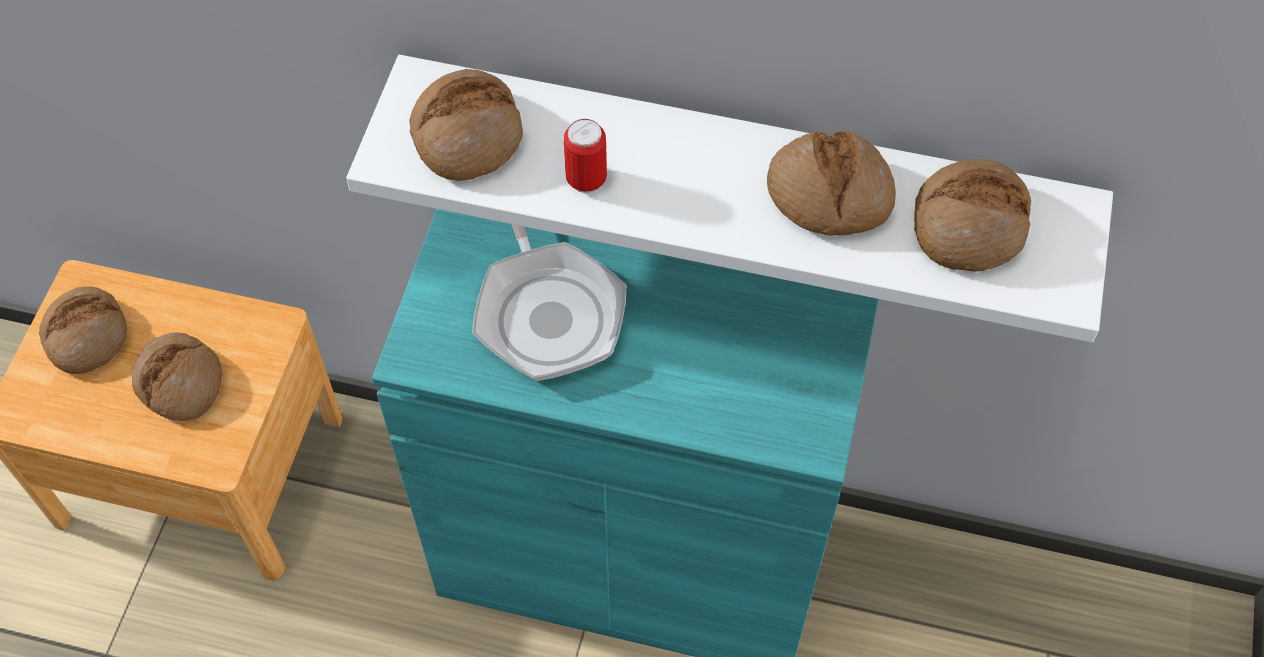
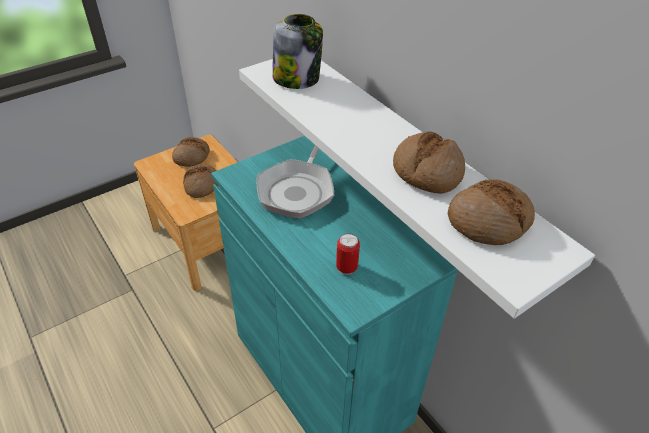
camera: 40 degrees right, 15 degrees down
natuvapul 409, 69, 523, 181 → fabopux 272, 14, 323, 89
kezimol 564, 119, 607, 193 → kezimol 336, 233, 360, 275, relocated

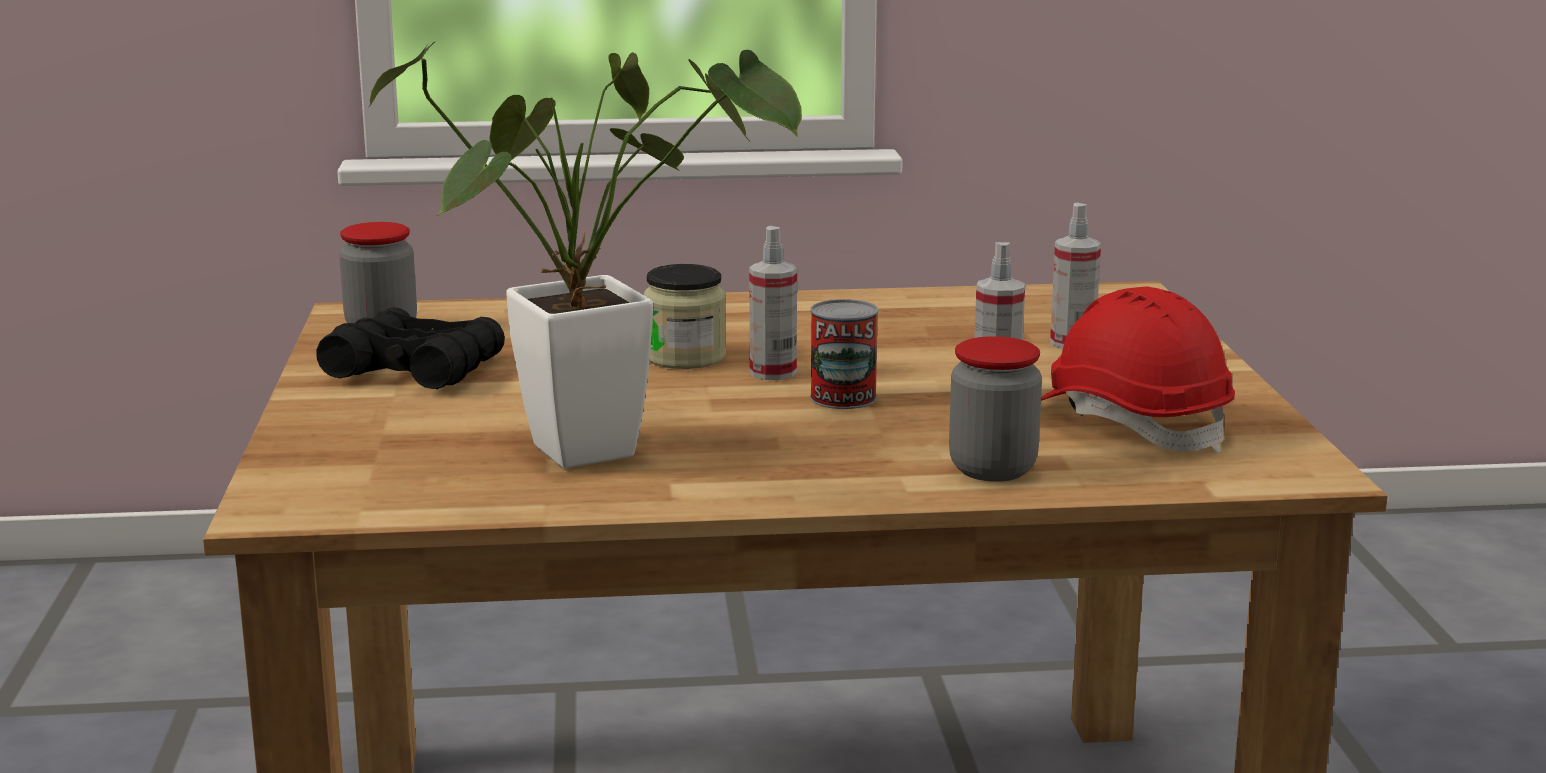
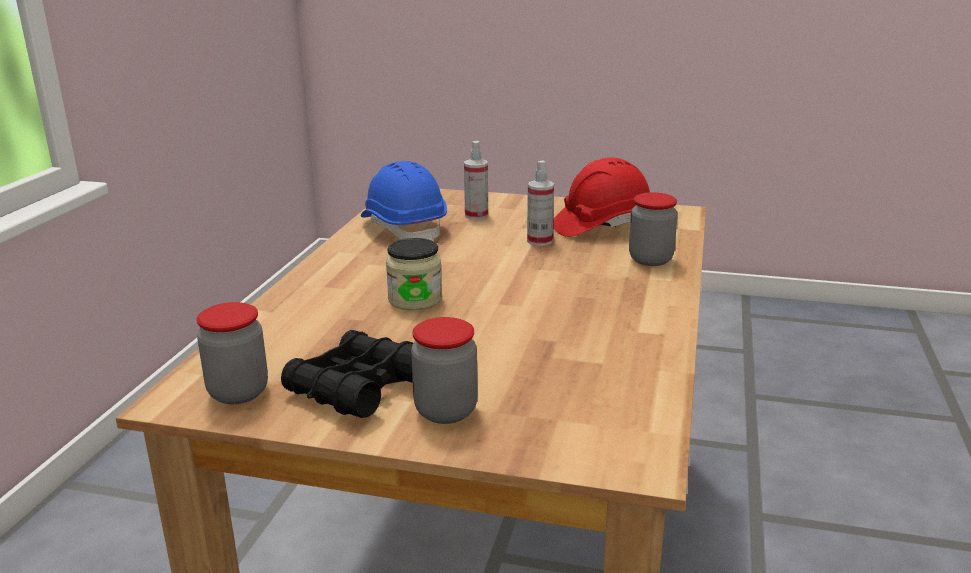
camera: 70 degrees left, 5 degrees up
- → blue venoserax 361, 161, 447, 241
- → fabopux 411, 317, 478, 424
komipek 368, 41, 802, 469 → -
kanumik 749, 226, 797, 380 → -
kezimol 810, 299, 879, 409 → -

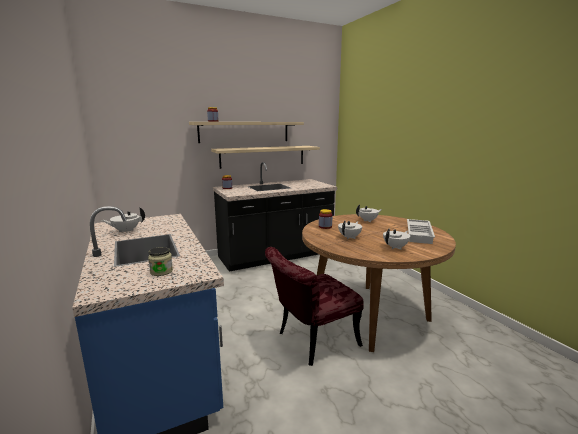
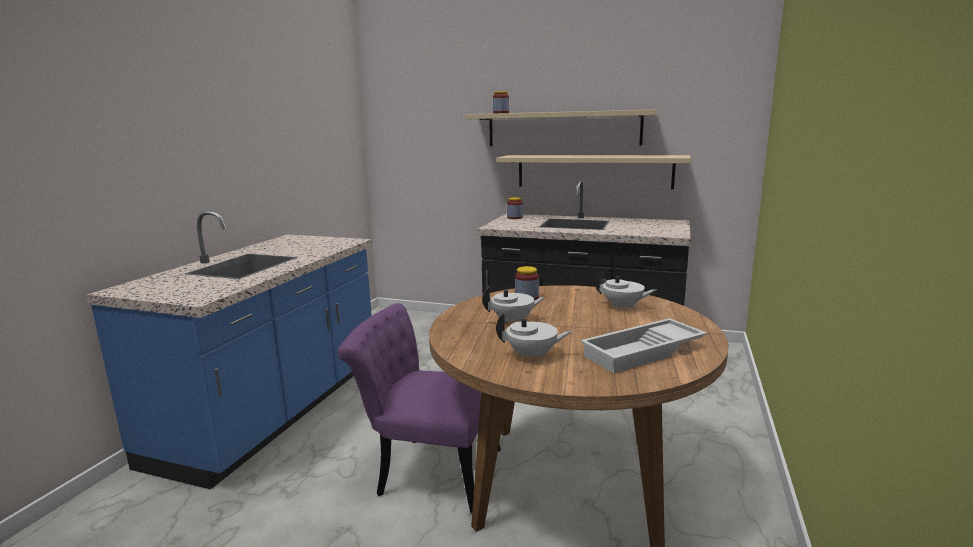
camera: 45 degrees right, 0 degrees up
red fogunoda 265, 247, 364, 366 → purple fogunoda 338, 303, 501, 513
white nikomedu 101, 207, 145, 232 → -
fabopux 148, 247, 173, 276 → -

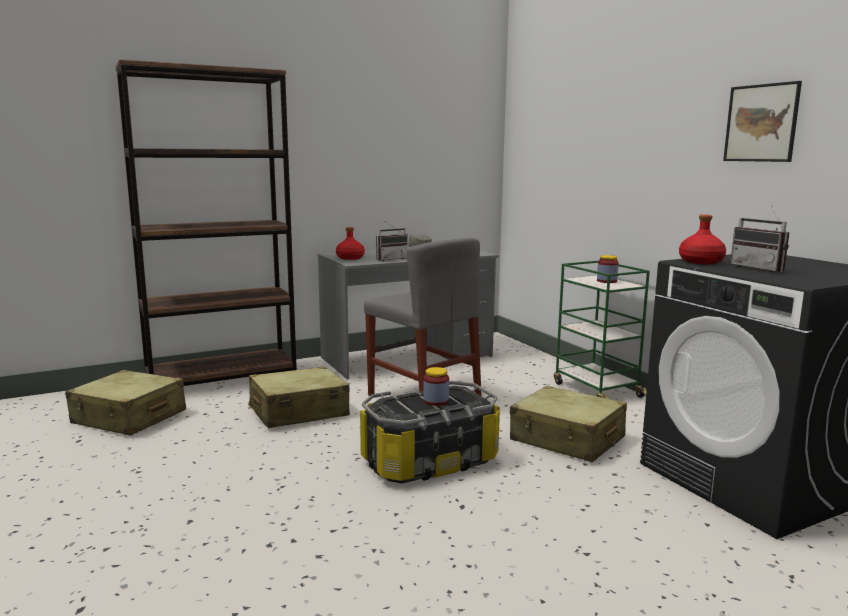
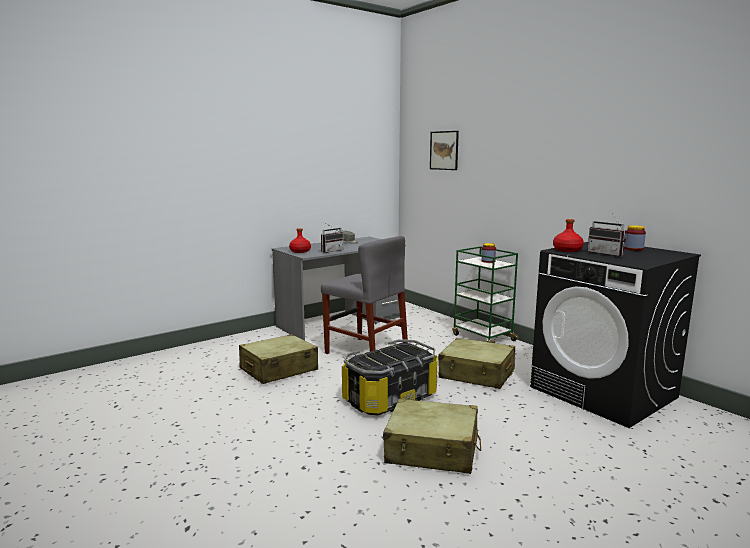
camera: 10 degrees left, 0 degrees up
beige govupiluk 65, 370, 186, 436 → beige govupiluk 383, 399, 481, 474, relocated
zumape 723, 81, 802, 162 → zumape 430, 131, 459, 170, relocated
fabopux 423, 367, 449, 406 → fabopux 624, 225, 646, 251, relocated
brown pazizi 116, 59, 297, 386 → -

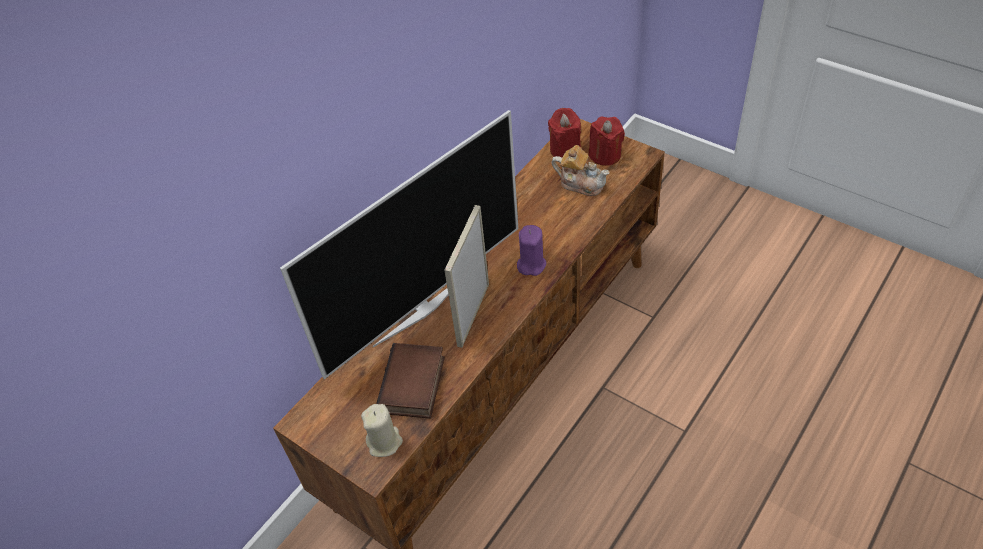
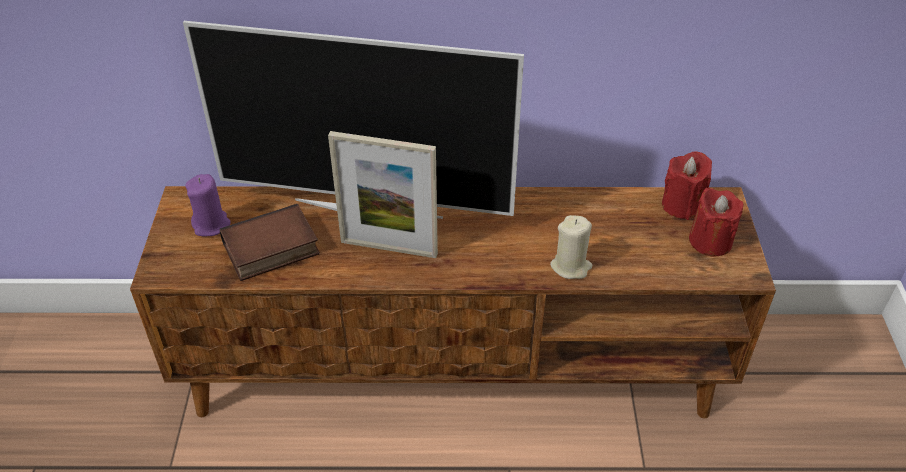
camera: 50 degrees right, 5 degrees down
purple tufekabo 517, 225, 547, 276 → purple tufekabo 185, 174, 231, 236, relocated
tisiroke 444, 205, 489, 348 → tisiroke 328, 131, 438, 258, 150 degrees counterclockwise
beige tufekabo 361, 404, 403, 457 → beige tufekabo 550, 215, 592, 279, relocated
nikomedu 551, 145, 609, 196 → -

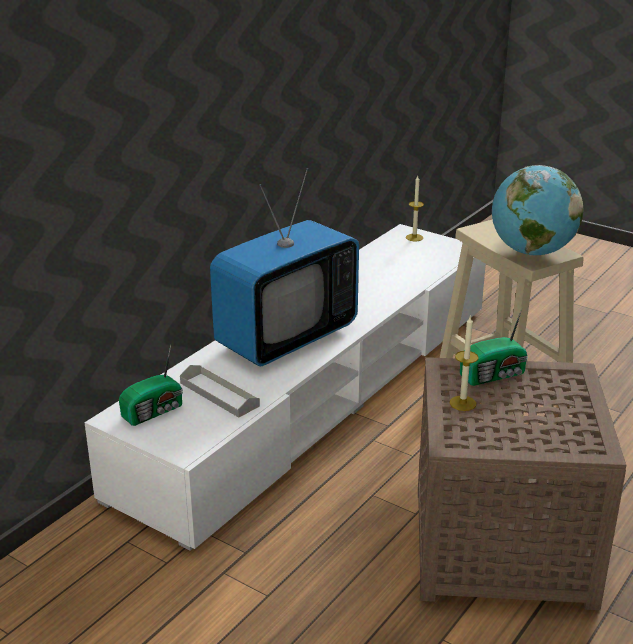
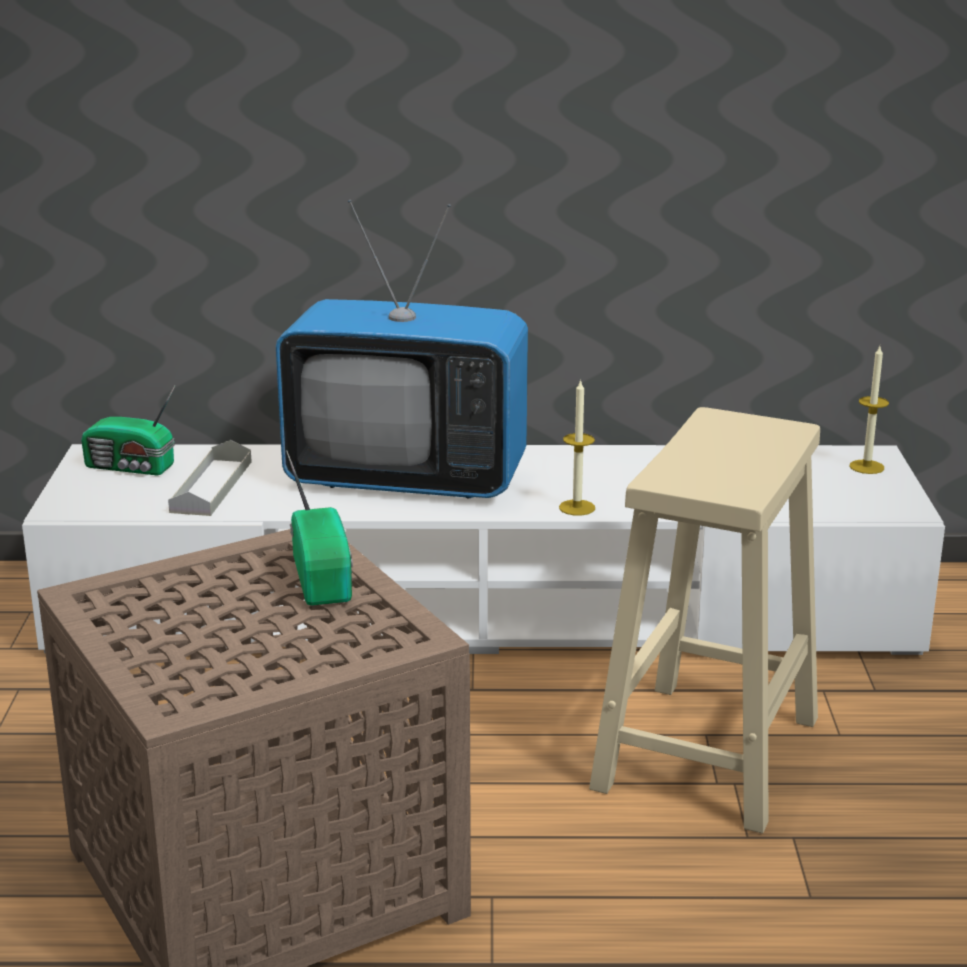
camera: 55 degrees right, 5 degrees down
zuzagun 460, 307, 528, 386 → zuzagun 286, 450, 353, 606, 135 degrees counterclockwise
tufekabo 450, 316, 479, 411 → tufekabo 559, 379, 595, 516, relocated
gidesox 492, 165, 583, 255 → -

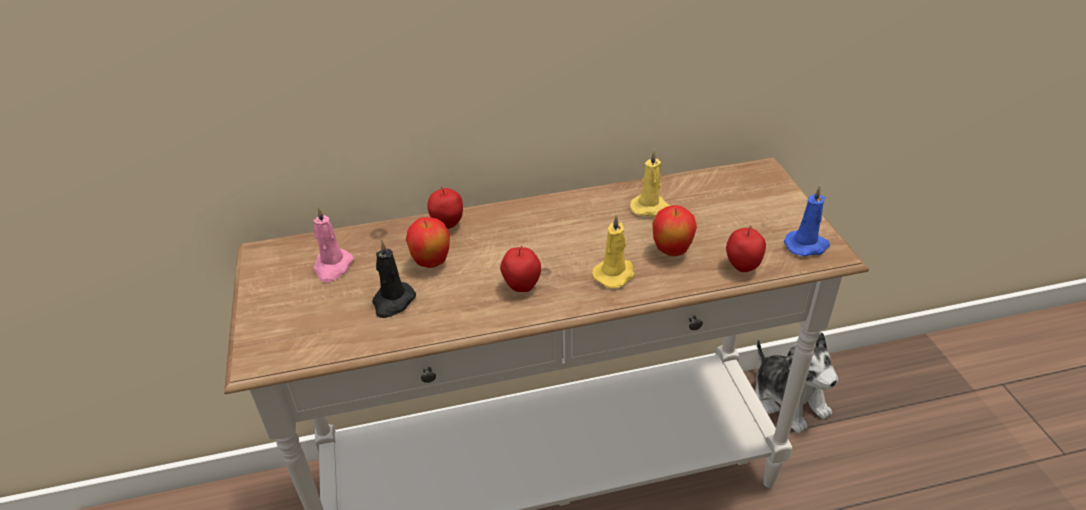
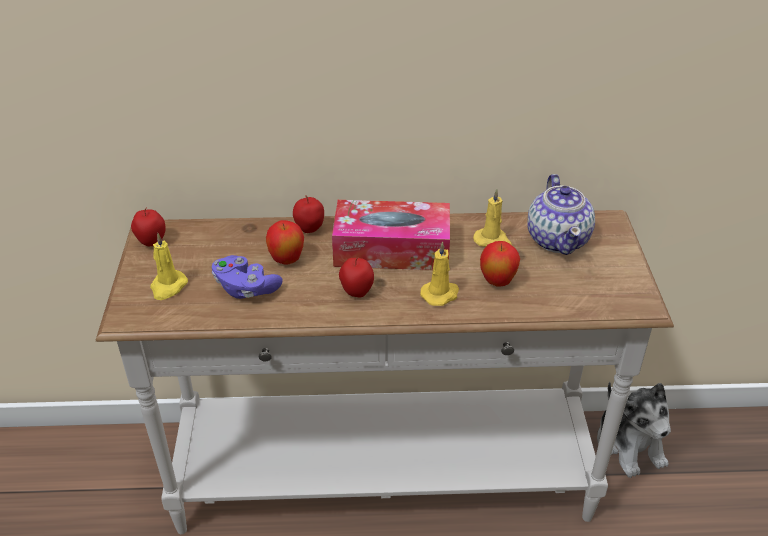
camera: 10 degrees right, 0 degrees up
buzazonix 726, 226, 766, 272 → buzazonix 131, 208, 166, 246, relocated
- → yellow tufekabo 150, 233, 188, 300
black tufekabo 372, 240, 416, 318 → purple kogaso 212, 255, 283, 299
- → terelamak 332, 200, 450, 270
- → nikomedu 527, 174, 595, 255
pink tufekabo 313, 207, 354, 282 → -
blue tufekabo 784, 185, 830, 257 → -

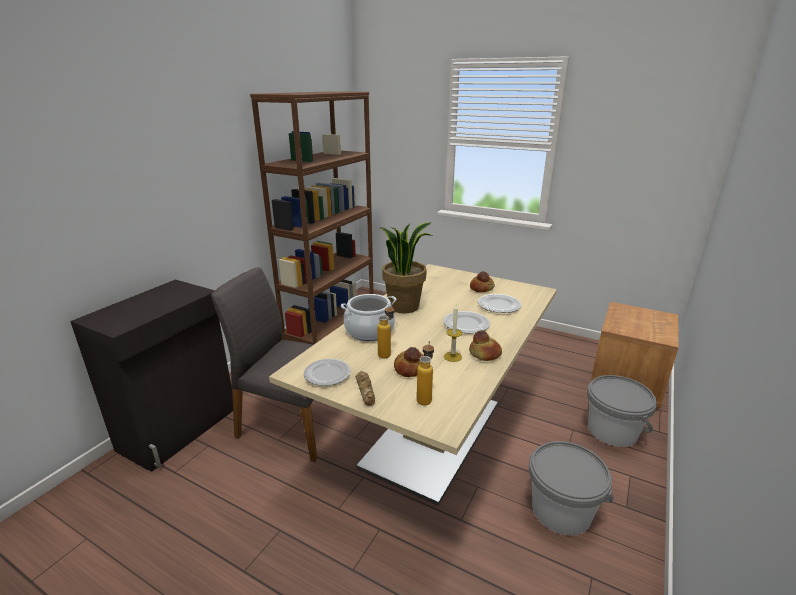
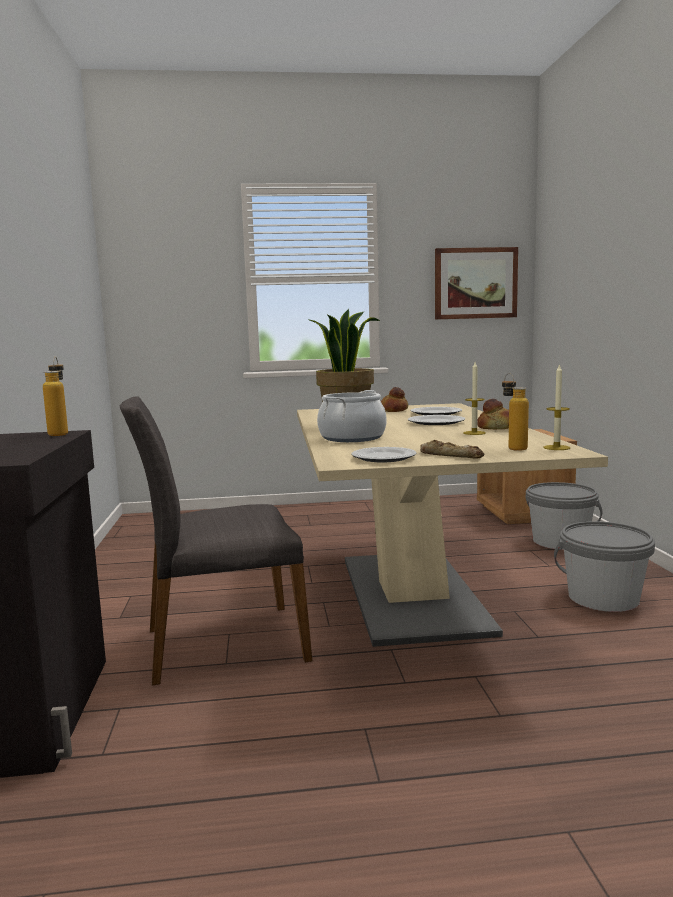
camera: 35 degrees left, 15 degrees down
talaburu 377, 303, 394, 358 → talaburu 43, 357, 68, 436, relocated
- → zumape 435, 247, 518, 320
- → tufekabo 544, 364, 570, 450
brown pazizi 250, 91, 374, 344 → -
natuvapul 394, 347, 424, 377 → -

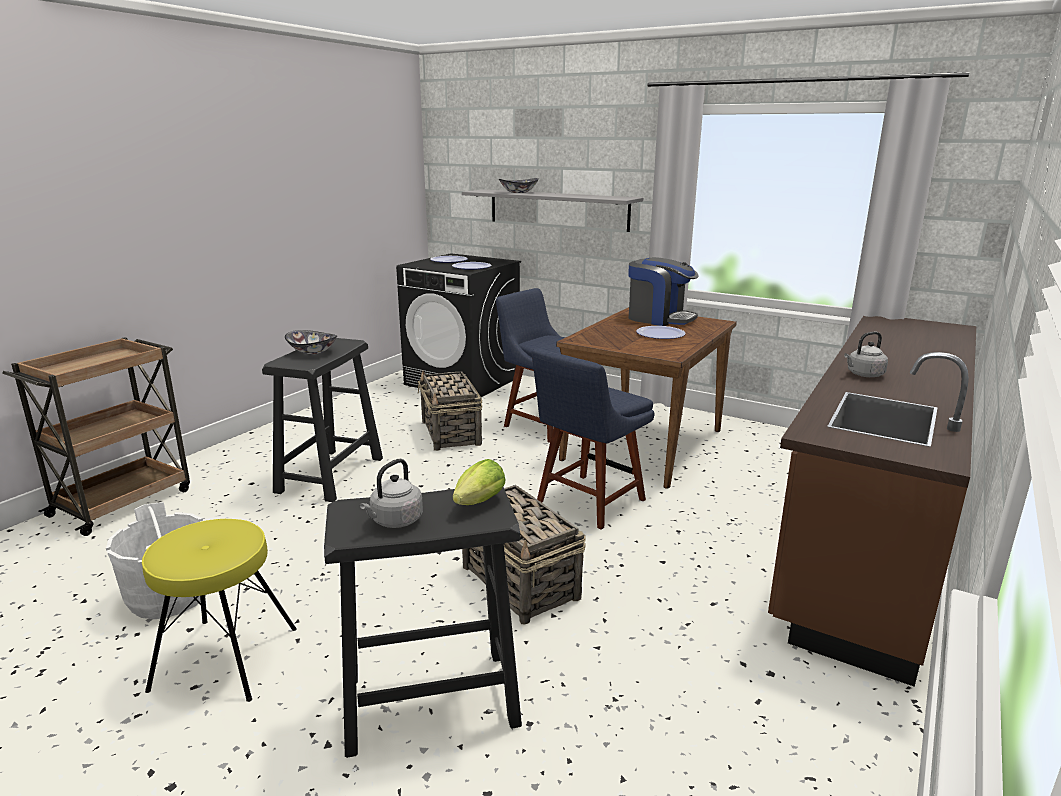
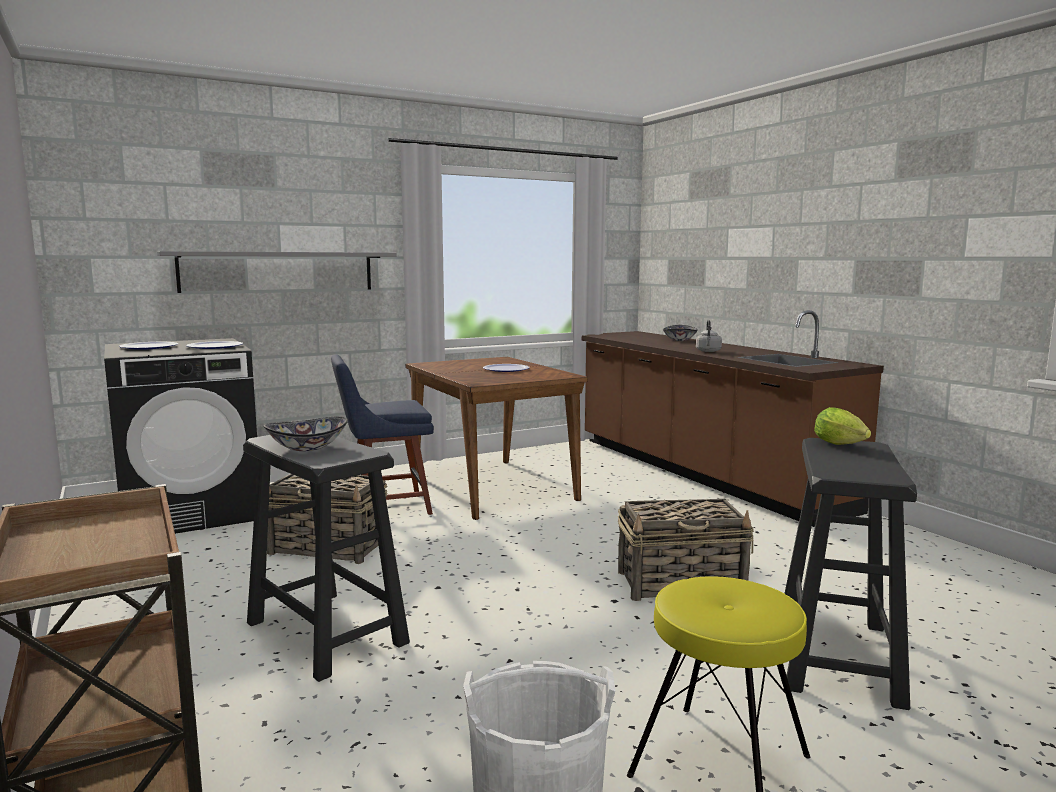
camera: 60 degrees left, 10 degrees down
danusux 499, 178, 539, 193 → danusux 663, 325, 698, 341, relocated
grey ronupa 360, 459, 423, 528 → -
blue fogunoda 531, 349, 655, 530 → -
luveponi 628, 257, 698, 326 → -

